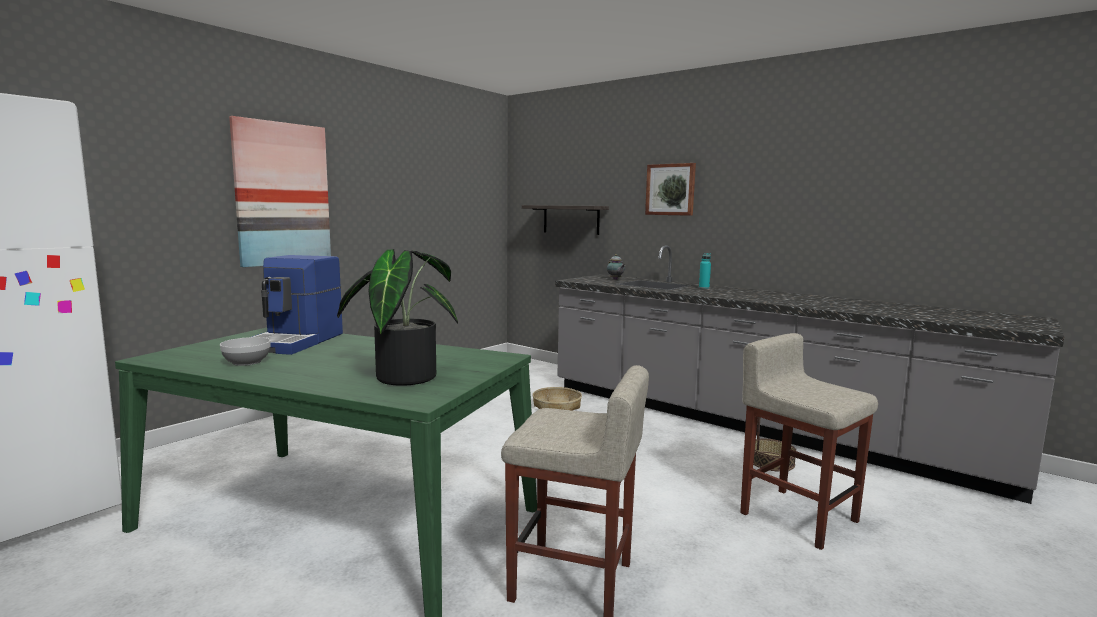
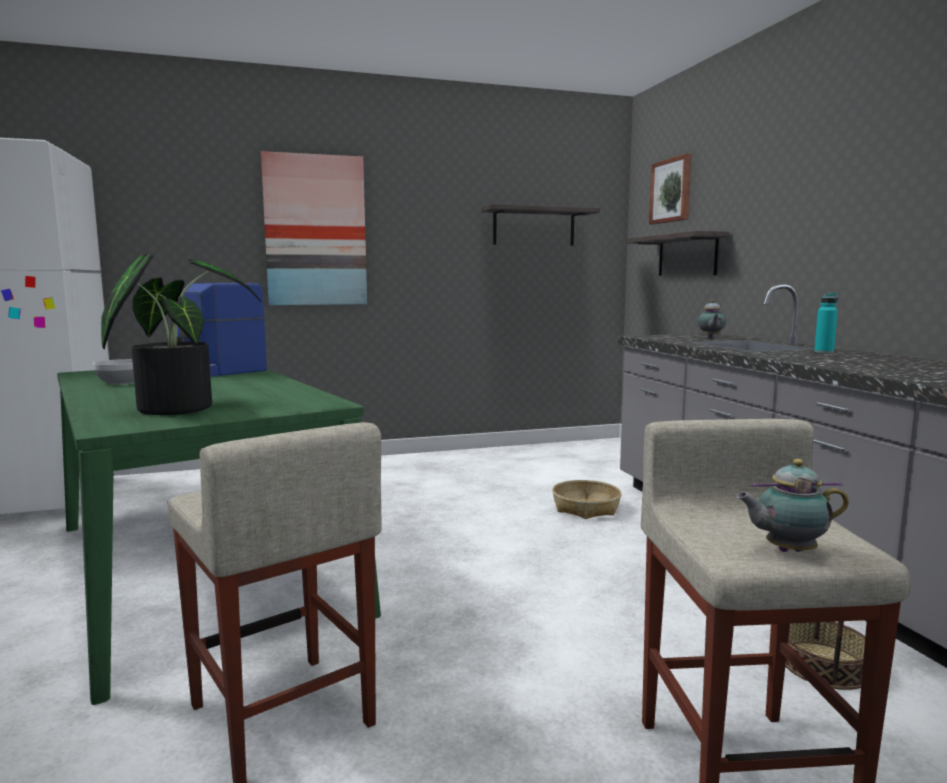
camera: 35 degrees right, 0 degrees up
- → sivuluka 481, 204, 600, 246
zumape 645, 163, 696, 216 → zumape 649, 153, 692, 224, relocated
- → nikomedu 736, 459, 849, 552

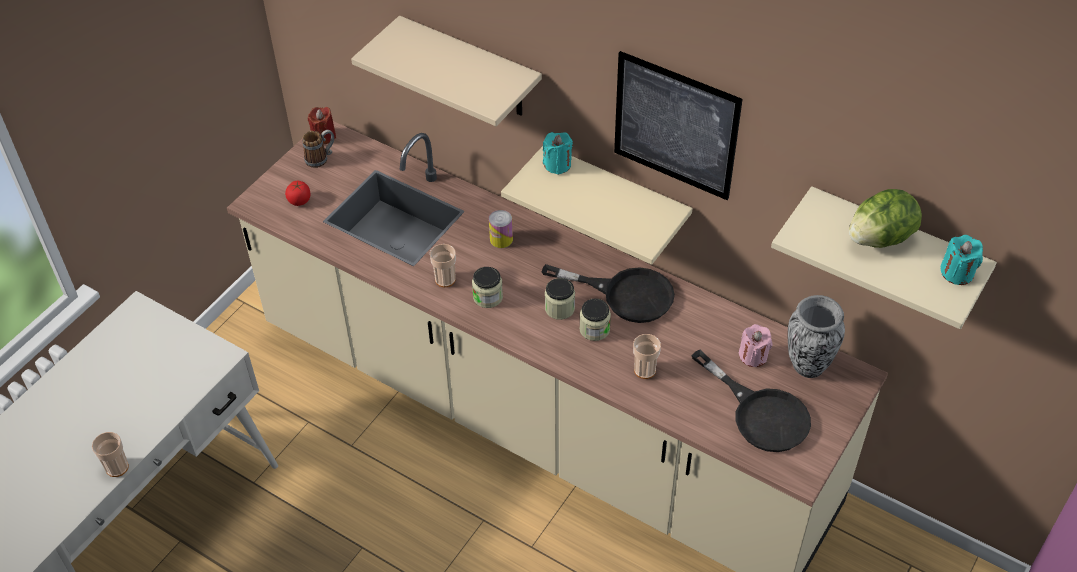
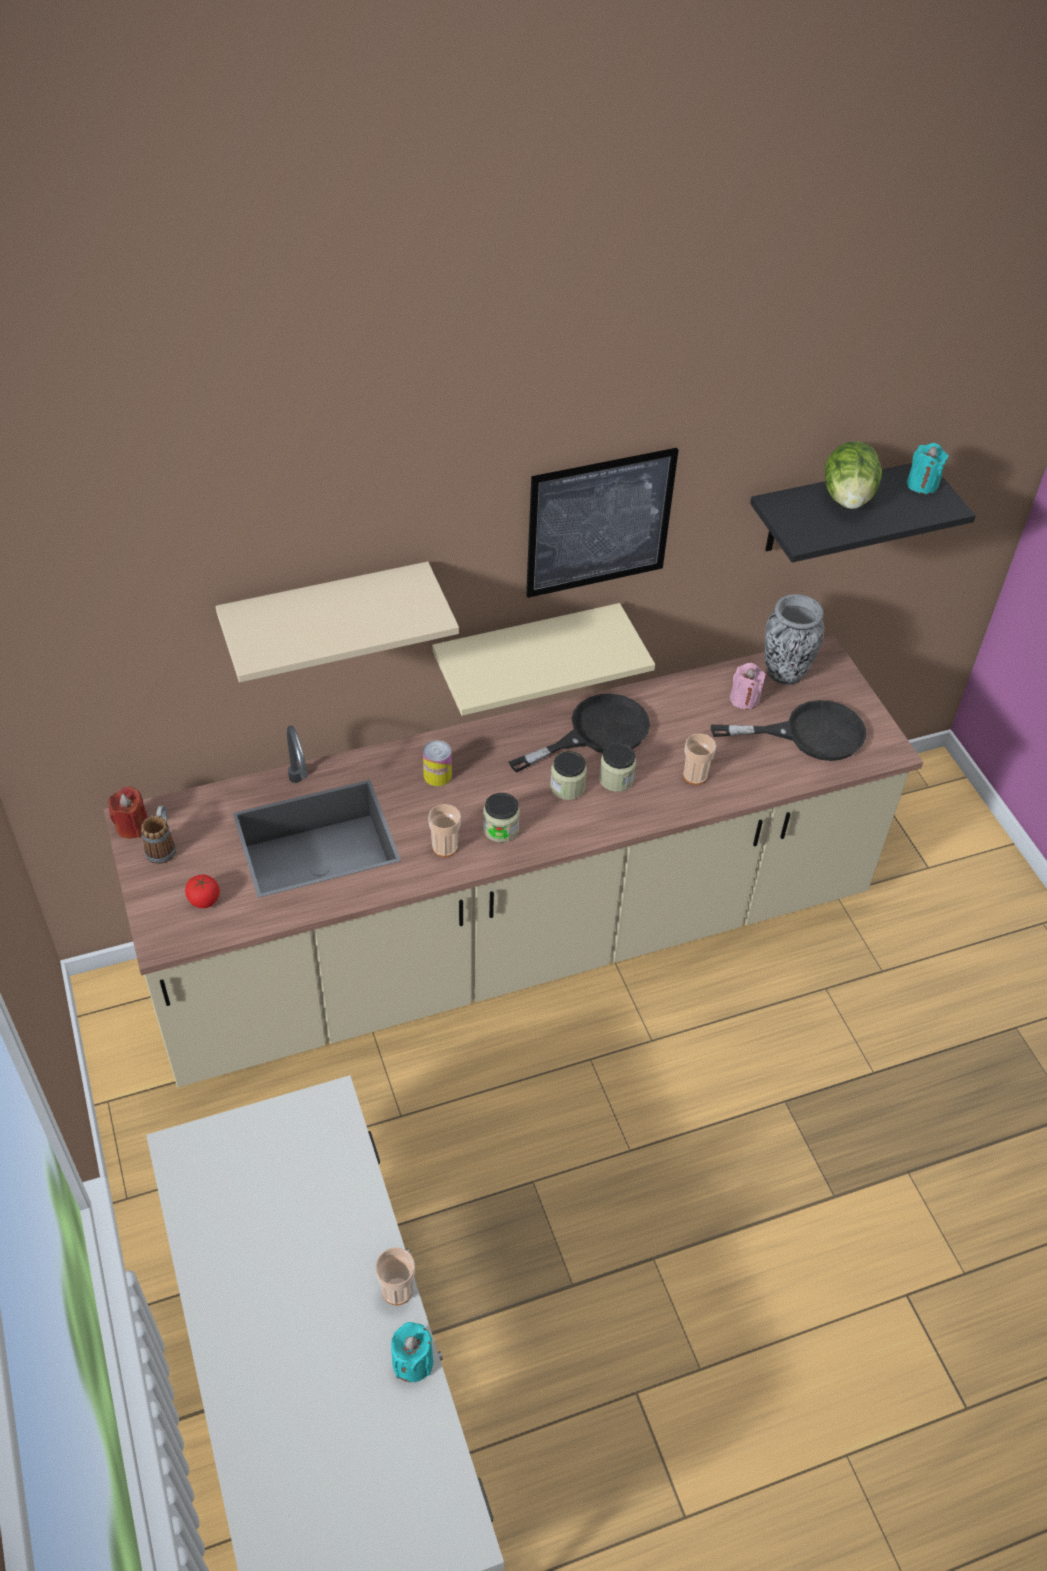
camera: 55 degrees left, 0 degrees up
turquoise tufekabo 543, 132, 573, 175 → turquoise tufekabo 391, 1322, 433, 1382, relocated
beige sivuluka 771, 186, 997, 329 → black sivuluka 750, 463, 976, 563

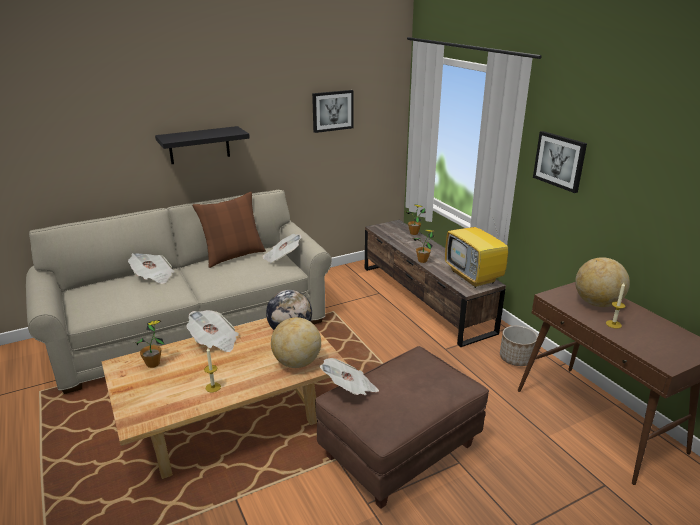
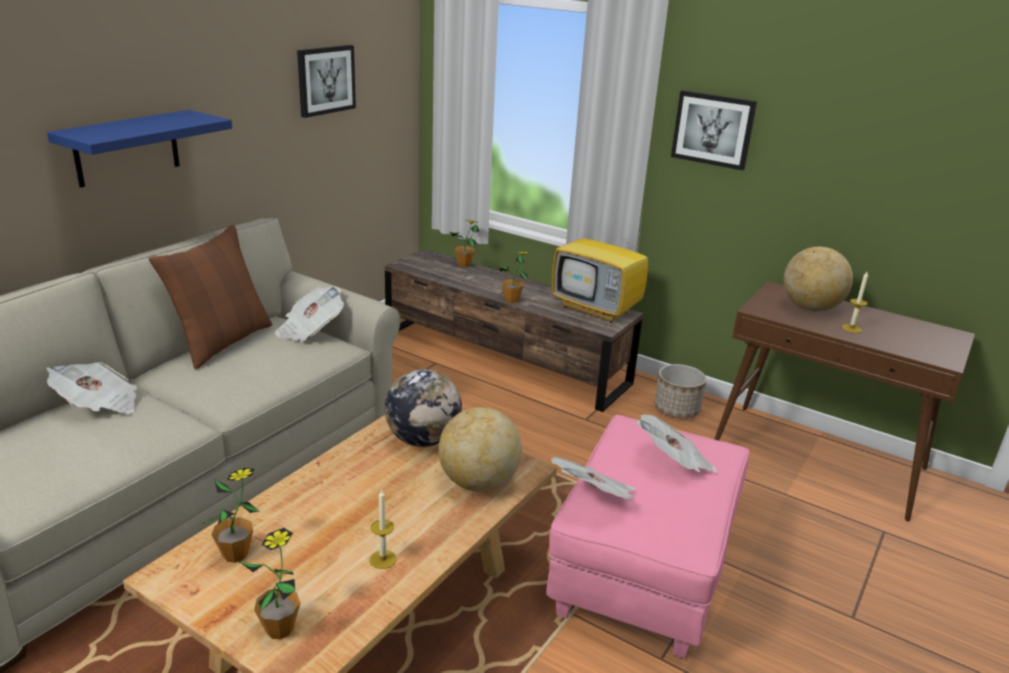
camera: 30 degrees left, 0 degrees up
black sivuluka 155, 126, 250, 164 → blue sivuluka 47, 110, 232, 188
- → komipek 240, 528, 300, 639
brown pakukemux 315, 346, 489, 509 → pink pakukemux 546, 415, 749, 659
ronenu 186, 310, 239, 352 → ronenu 636, 415, 718, 473, relocated

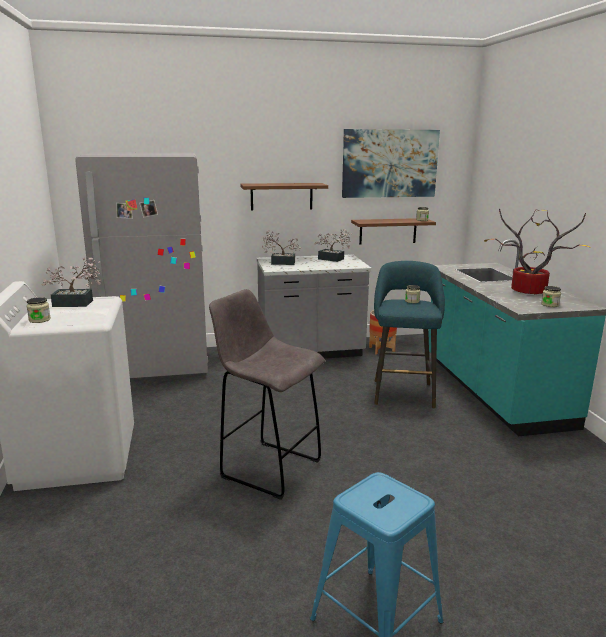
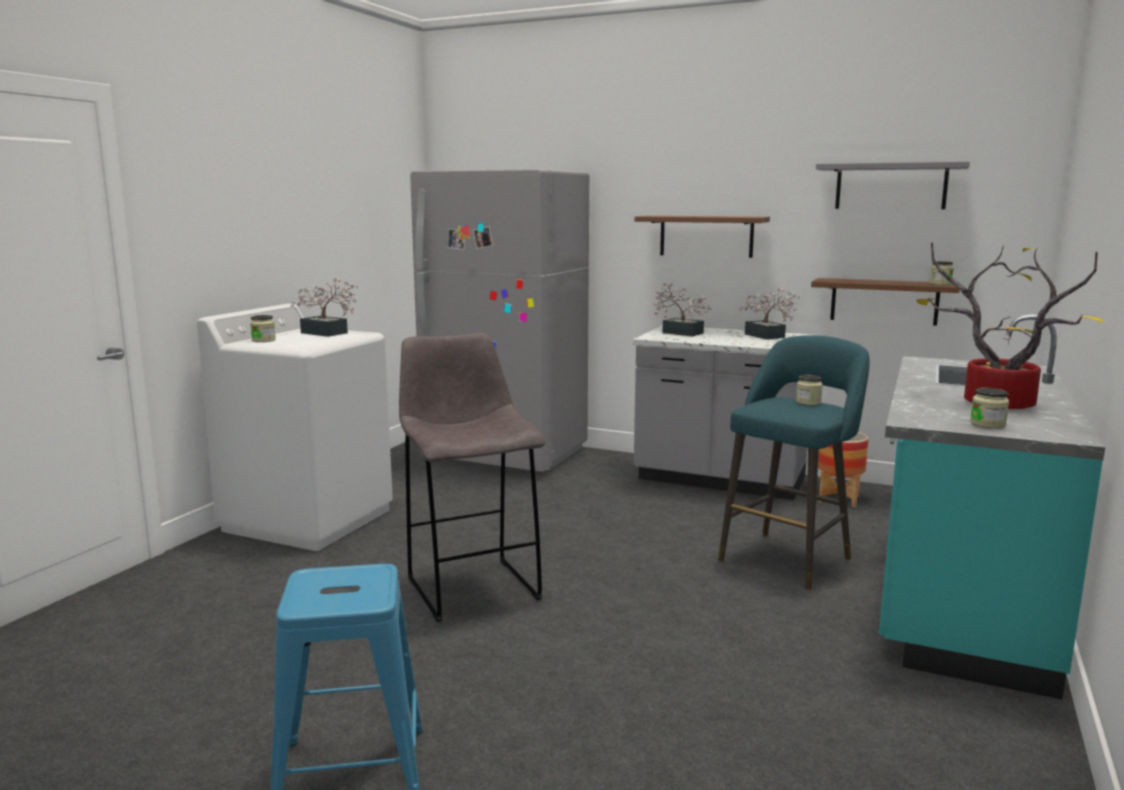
camera: 35 degrees right, 5 degrees down
zumape 342, 129, 440, 198 → grey sivuluka 816, 161, 970, 209

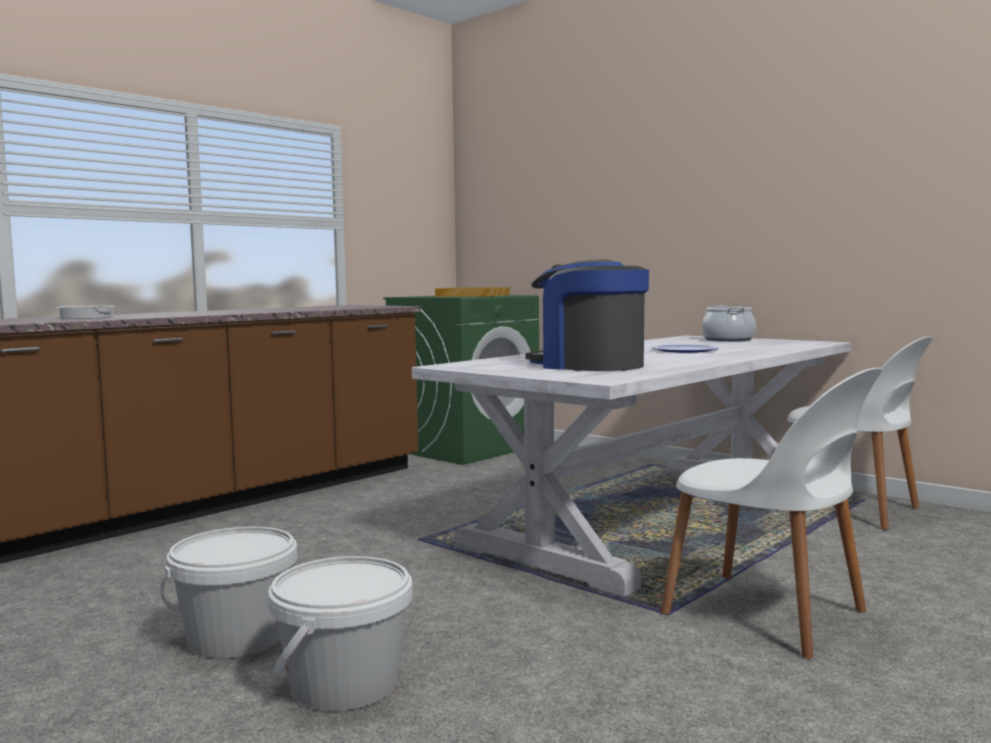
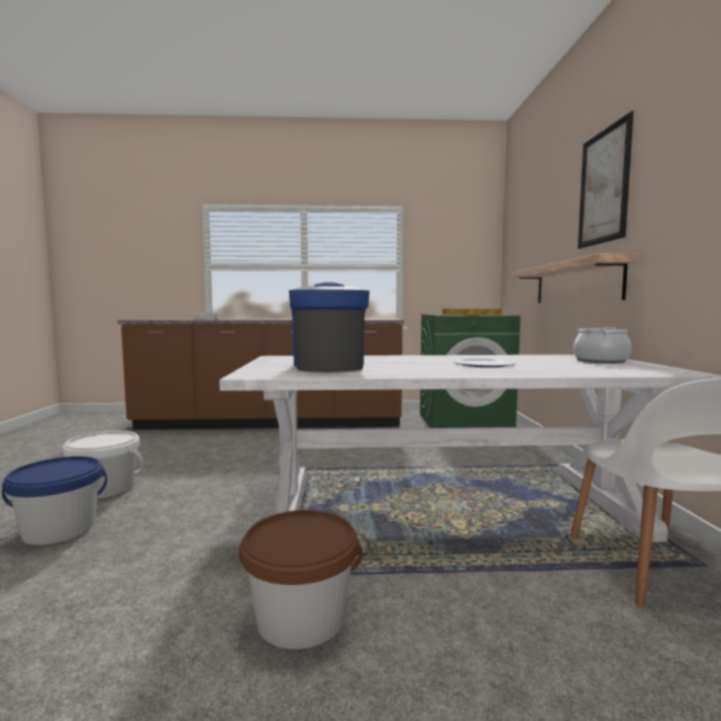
camera: 45 degrees right, 0 degrees up
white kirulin 268, 556, 413, 711 → blue kirulin 2, 456, 107, 545
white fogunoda 661, 368, 882, 659 → brown kirulin 239, 510, 362, 649
- → sivuluka 510, 253, 639, 303
- → zumape 578, 111, 634, 249

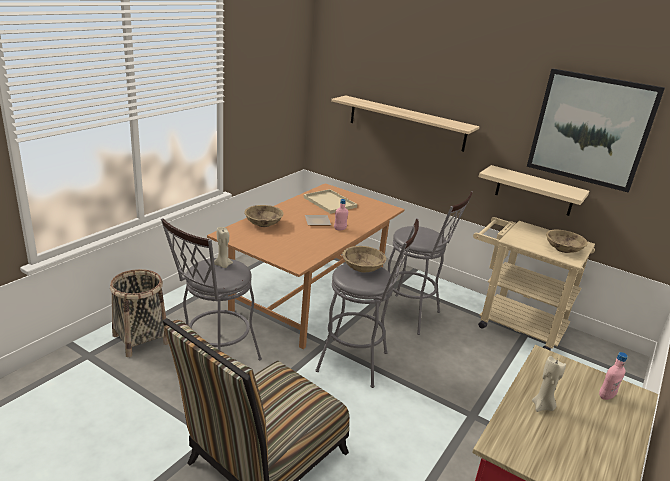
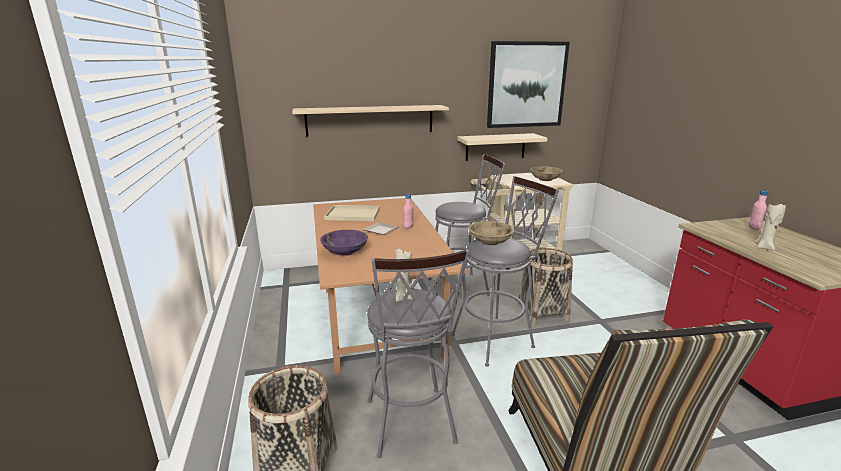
camera: 45 degrees left, 5 degrees down
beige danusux 245, 205, 284, 227 → purple danusux 320, 230, 368, 256
- → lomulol 518, 248, 573, 326

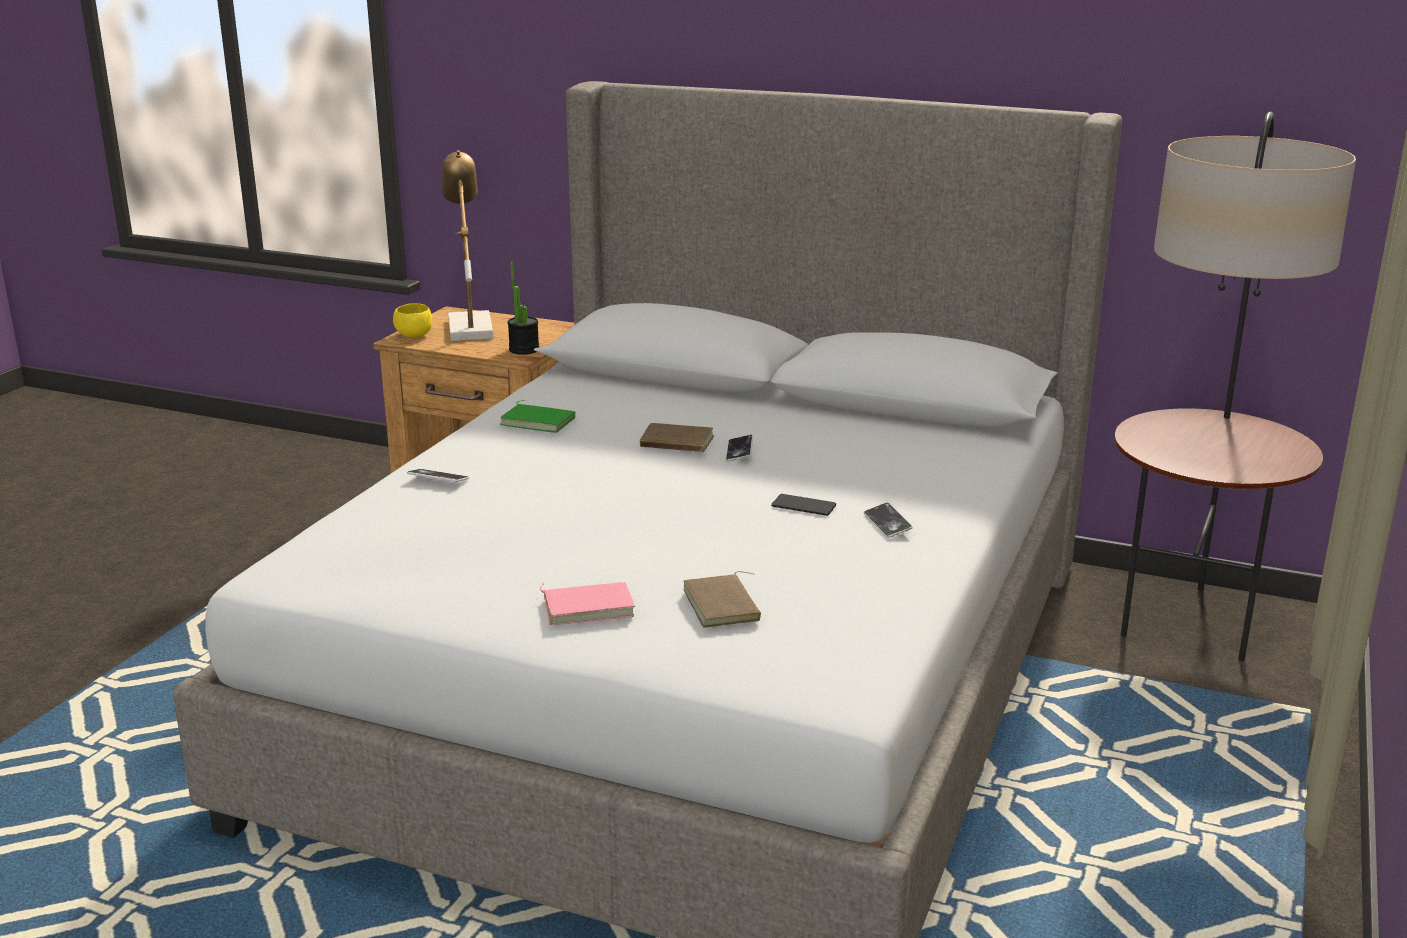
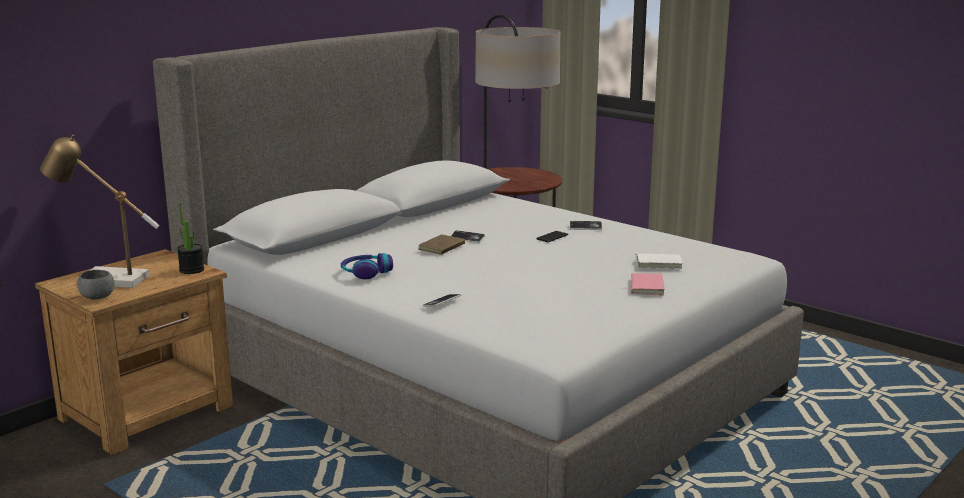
camera: 70 degrees left, 5 degrees down
yellow danusux 393, 303, 432, 337 → grey danusux 77, 270, 114, 300
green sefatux 500, 400, 575, 433 → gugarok 341, 253, 393, 279
brown sefatux 683, 571, 761, 628 → white sefatux 635, 251, 683, 269

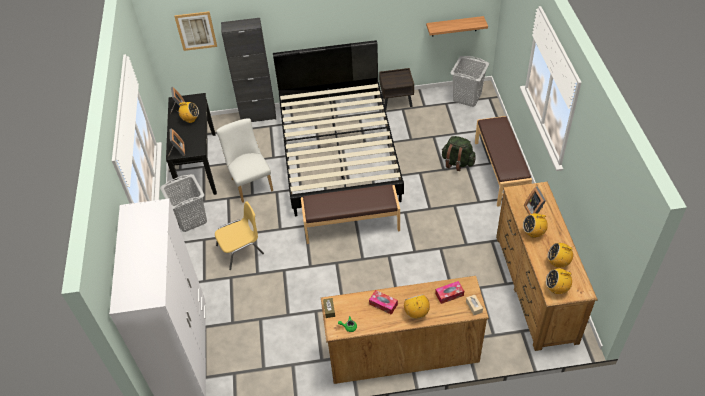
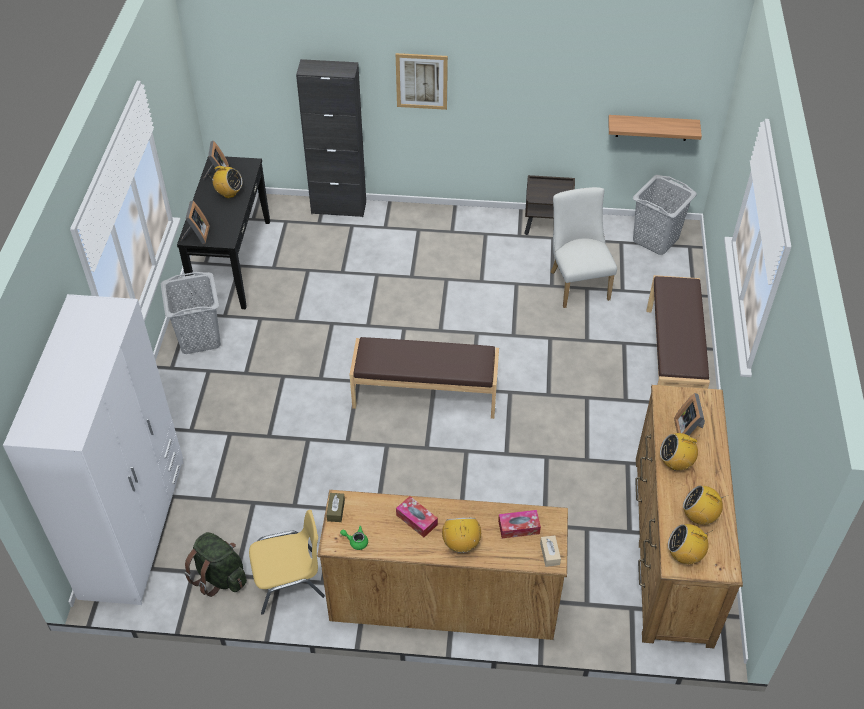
camera: 10 degrees right, 0 degrees up
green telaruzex 442, 136, 476, 171 → green telaruzex 184, 532, 247, 597, relocated
yellow fogunoda 215, 202, 264, 270 → yellow fogunoda 249, 510, 325, 615, relocated
zumape 174, 11, 217, 51 → zumape 396, 53, 448, 110, relocated
white fogunoda 216, 119, 273, 203 → white fogunoda 551, 187, 617, 308, relocated
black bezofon 273, 40, 404, 216 → -

